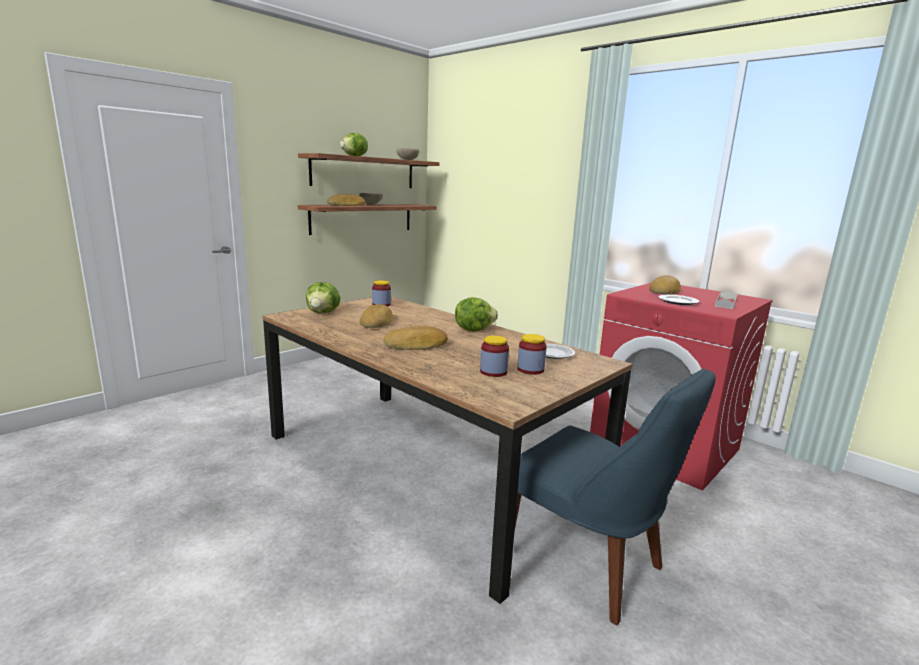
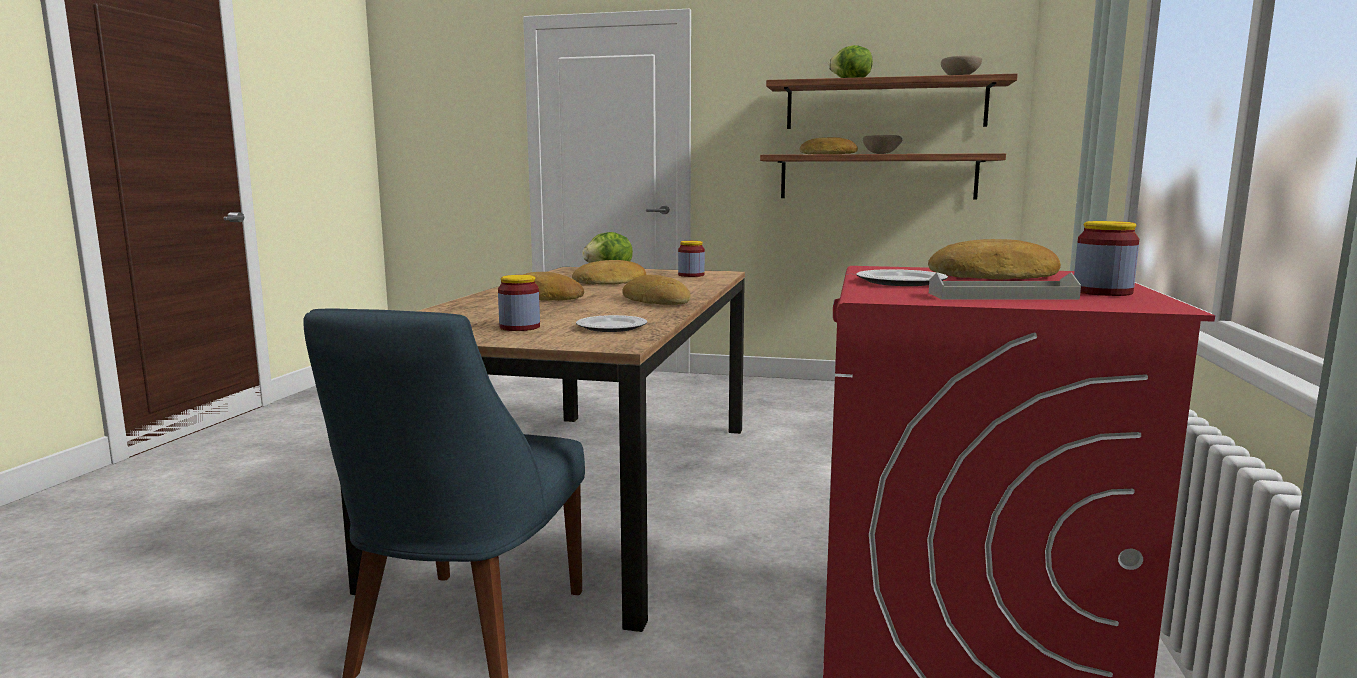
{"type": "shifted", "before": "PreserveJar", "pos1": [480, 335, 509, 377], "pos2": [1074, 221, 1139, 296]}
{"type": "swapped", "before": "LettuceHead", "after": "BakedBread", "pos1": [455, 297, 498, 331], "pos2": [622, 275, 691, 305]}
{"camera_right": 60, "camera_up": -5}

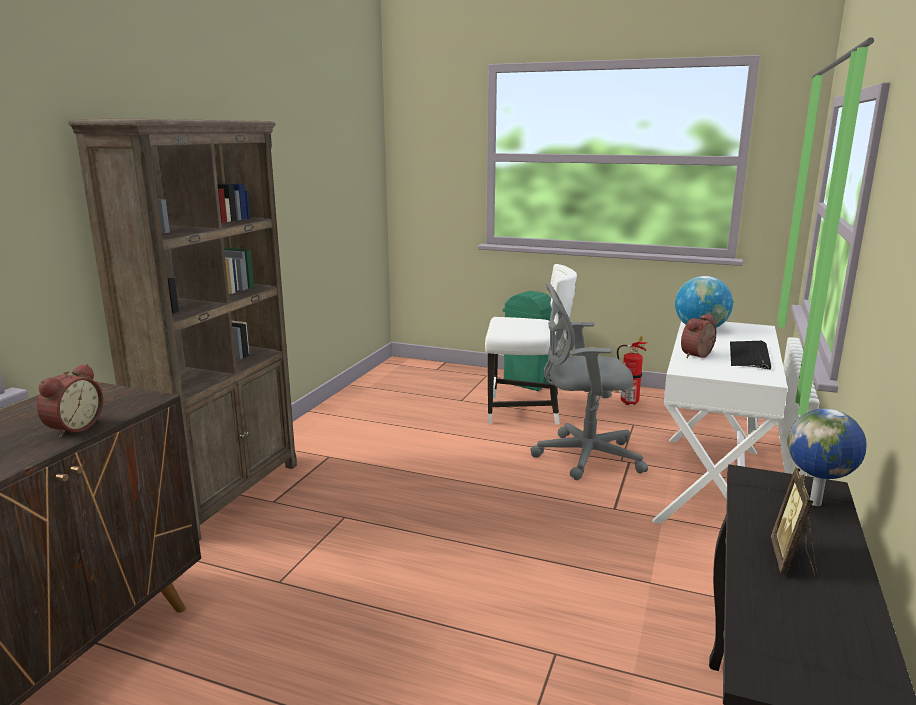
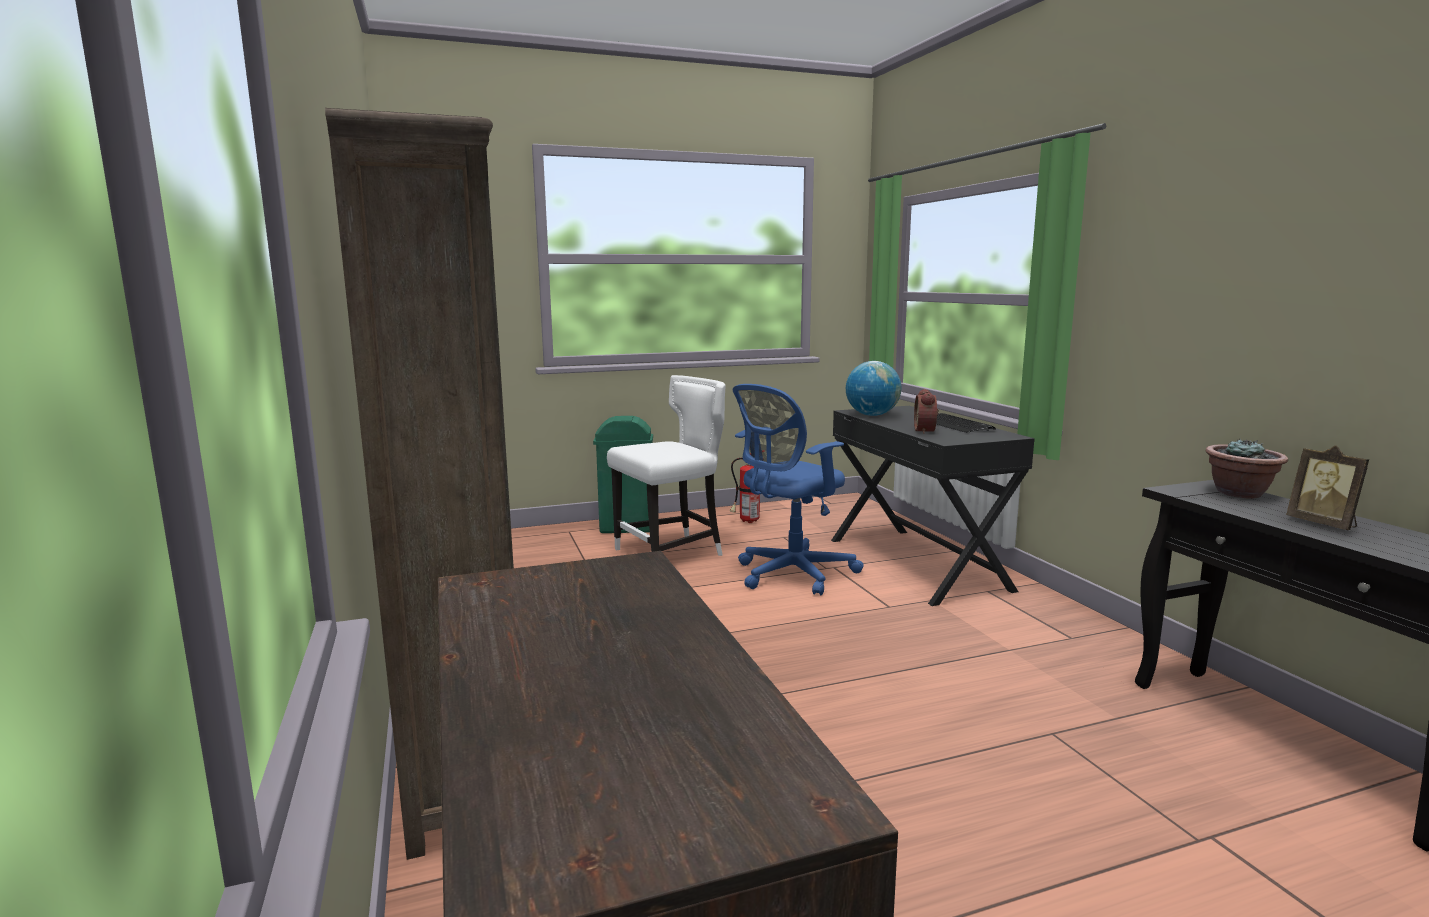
{"type": "gone", "before": "AlarmClock", "pos1": [37, 364, 103, 438]}
{"type": "swapped", "before": "DeskGlobe", "after": "PottedPlant", "pos1": [787, 409, 867, 506], "pos2": [1206, 439, 1288, 498]}
{"type": "repainted", "before": "GreyishDeskChair", "after": "BlueColouredDeskChair", "pos1": [530, 283, 648, 480], "pos2": [733, 384, 864, 595]}
{"type": "repainted", "before": "WhiteColouredDeskTable", "after": "BlackishDeskTable", "pos1": [652, 321, 788, 524], "pos2": [831, 406, 1035, 606]}
{"camera_right": -40, "camera_up": -5}

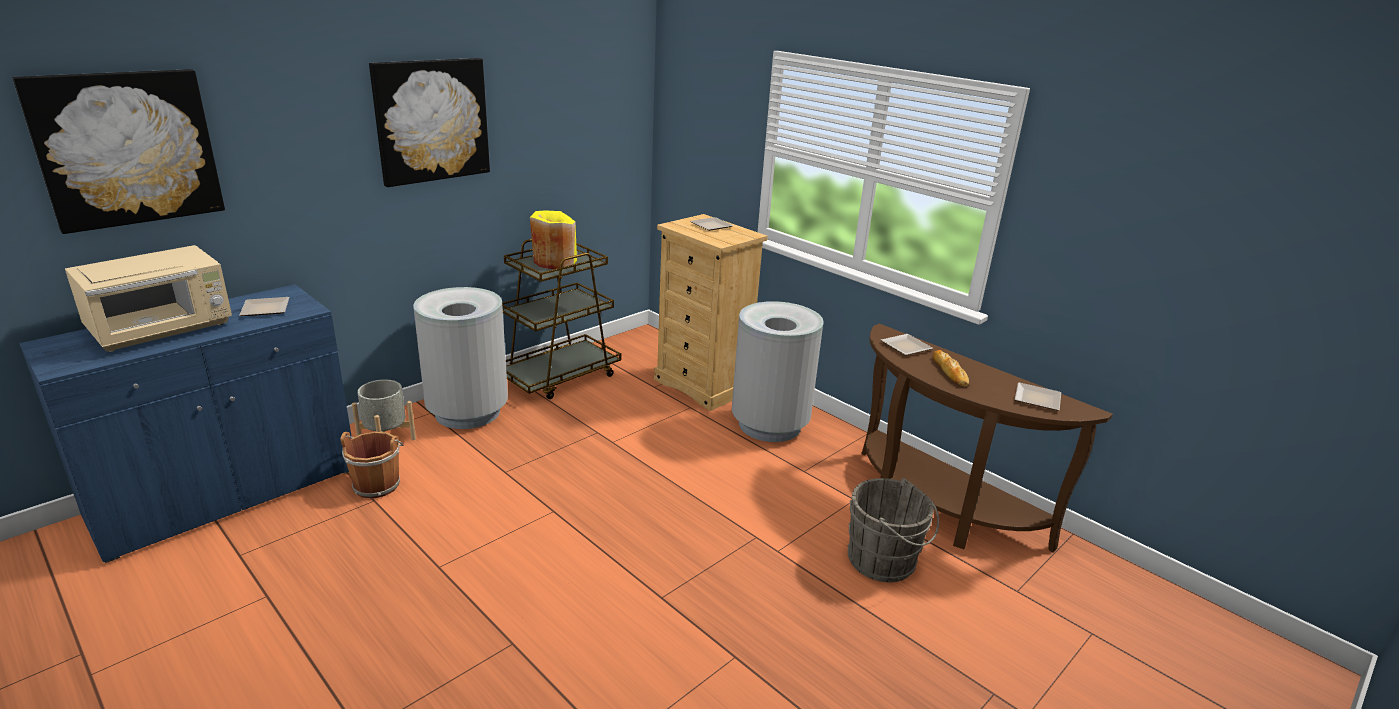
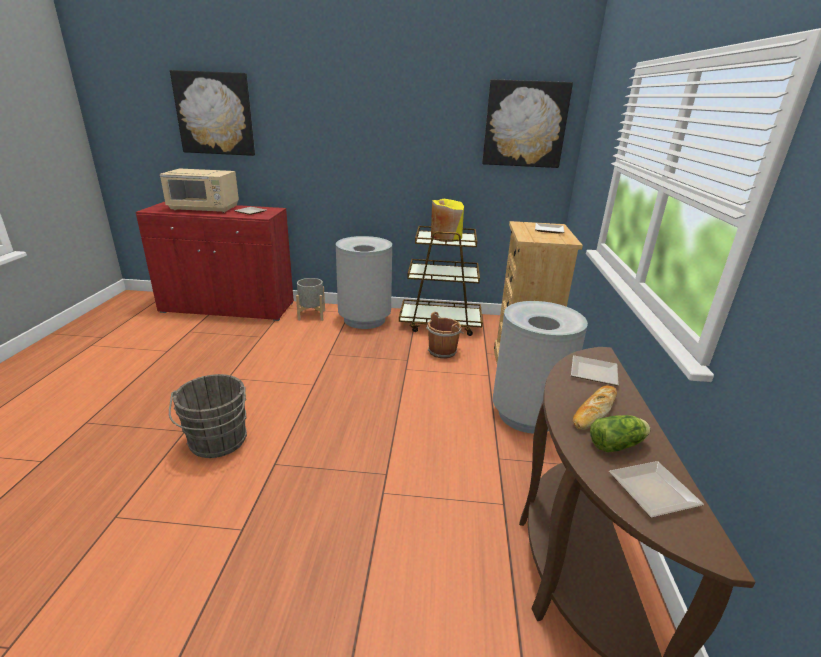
{"type": "new", "after": "LettuceHead", "pos2": [590, 415, 651, 452]}
{"type": "shifted", "before": "BrownColouredBucket", "pos1": [341, 432, 404, 499], "pos2": [426, 312, 464, 359]}
{"type": "shifted", "before": "WallArt", "pos1": [369, 58, 490, 187], "pos2": [482, 79, 573, 168]}
{"type": "shifted", "before": "GreyishBucket", "pos1": [848, 478, 939, 582], "pos2": [169, 374, 247, 458]}
{"type": "repainted", "before": "BlueColouredStorageCabinet", "after": "RedStorageCabinet", "pos1": [19, 284, 352, 563], "pos2": [136, 202, 294, 321]}
{"camera_right": 50, "camera_up": 0}

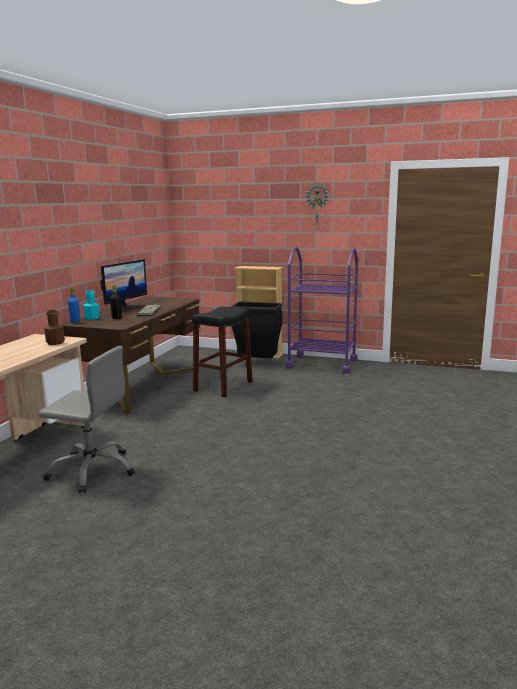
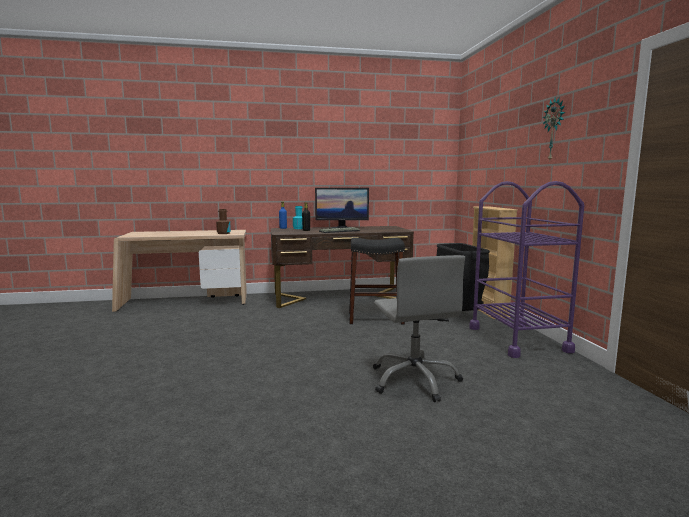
{"type": "shifted", "before": "GreyishDeskChair", "pos1": [38, 346, 135, 493], "pos2": [373, 255, 465, 402]}
{"camera_right": 60, "camera_up": -5}

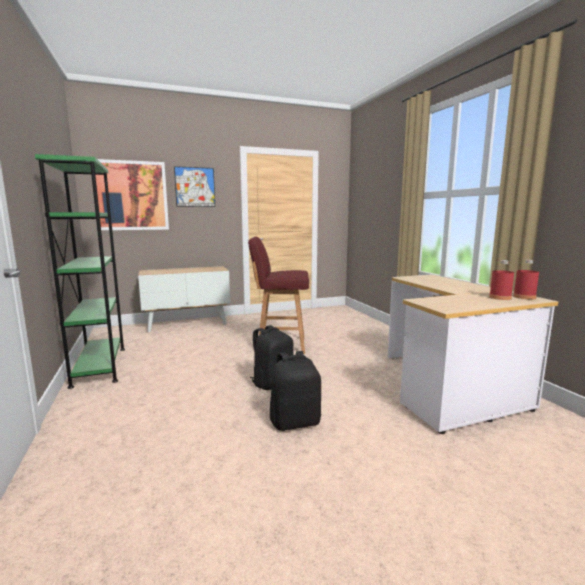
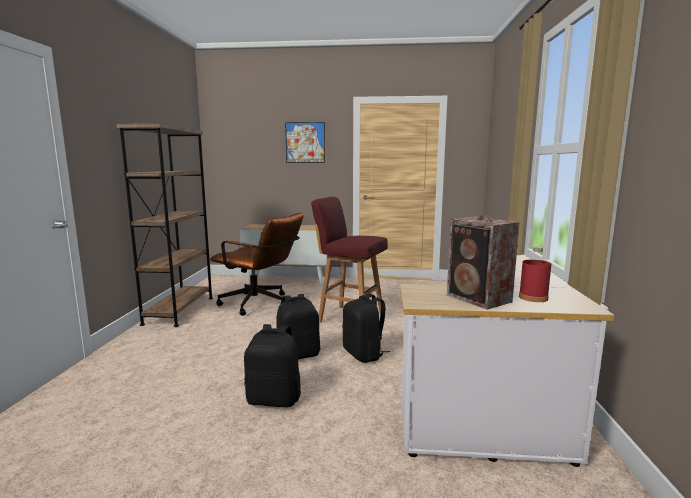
{"type": "gone", "before": "WallArt", "pos1": [95, 159, 169, 230]}
{"type": "gone", "before": "RedBottle", "pos1": [513, 260, 539, 299]}
{"type": "new", "after": "BrownColouredDeskChair", "pos2": [210, 213, 304, 316]}
{"type": "new", "after": "BlackishKnapsack", "pos2": [343, 293, 390, 363]}
{"type": "new", "after": "AudioSpeaker", "pos2": [447, 215, 519, 310]}
{"type": "repainted", "before": "GreenColouredBookcase", "after": "BrownColouredBookcase", "pos1": [35, 154, 125, 389], "pos2": [116, 124, 213, 327]}
{"camera_right": 25, "camera_up": 0}

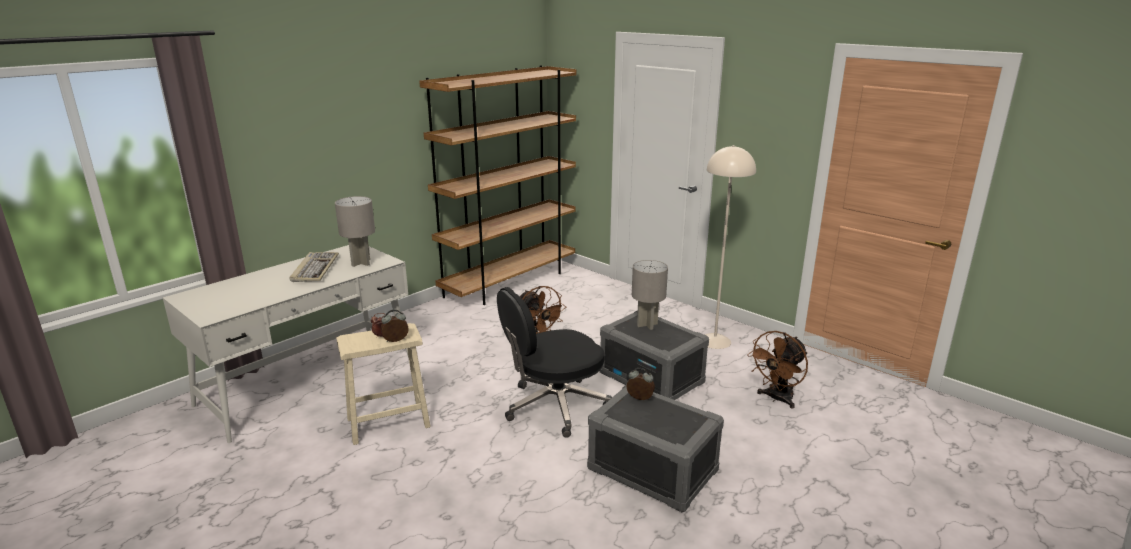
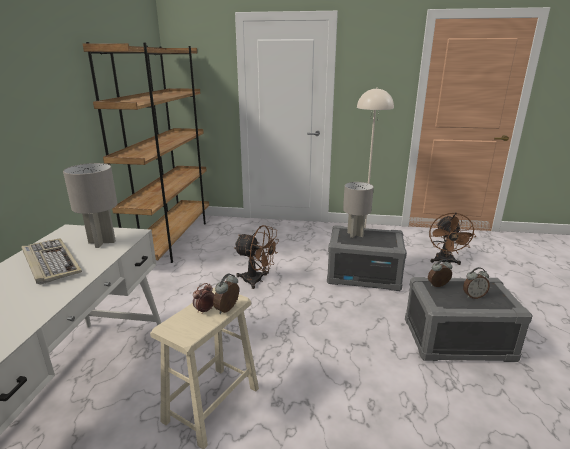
{"type": "gone", "before": "BlackishDeskChair", "pos1": [497, 287, 612, 438]}
{"type": "new", "after": "AlarmClock", "pos2": [463, 267, 490, 299]}
{"camera_right": -35, "camera_up": 0}

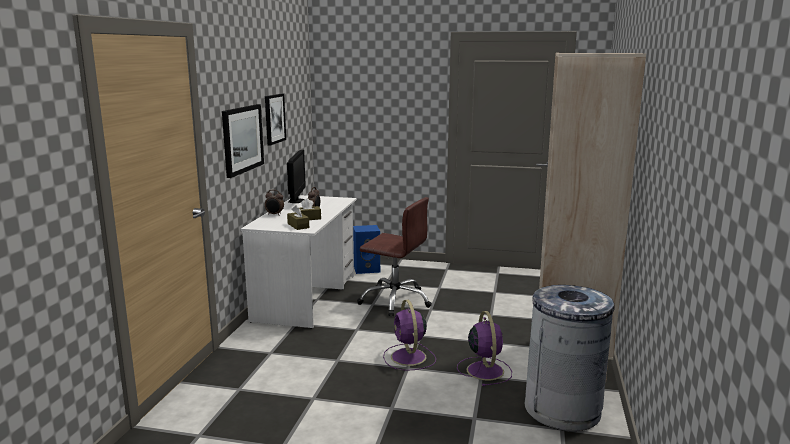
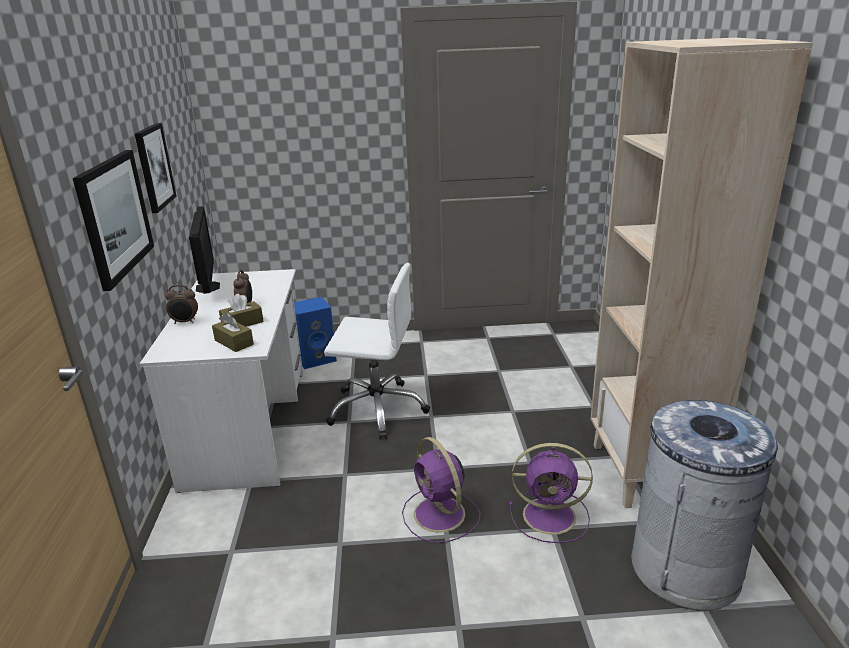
{"type": "repainted", "before": "BrownColouredDeskChair", "after": "WhiteColouredDeskChair", "pos1": [357, 197, 432, 316], "pos2": [324, 263, 430, 439]}
{"type": "rotated", "before": "PurpleColouredFan", "pos1": [457, 311, 512, 386], "pos2": [509, 443, 593, 543], "turn": 120}
{"camera_right": -15, "camera_up": 10}

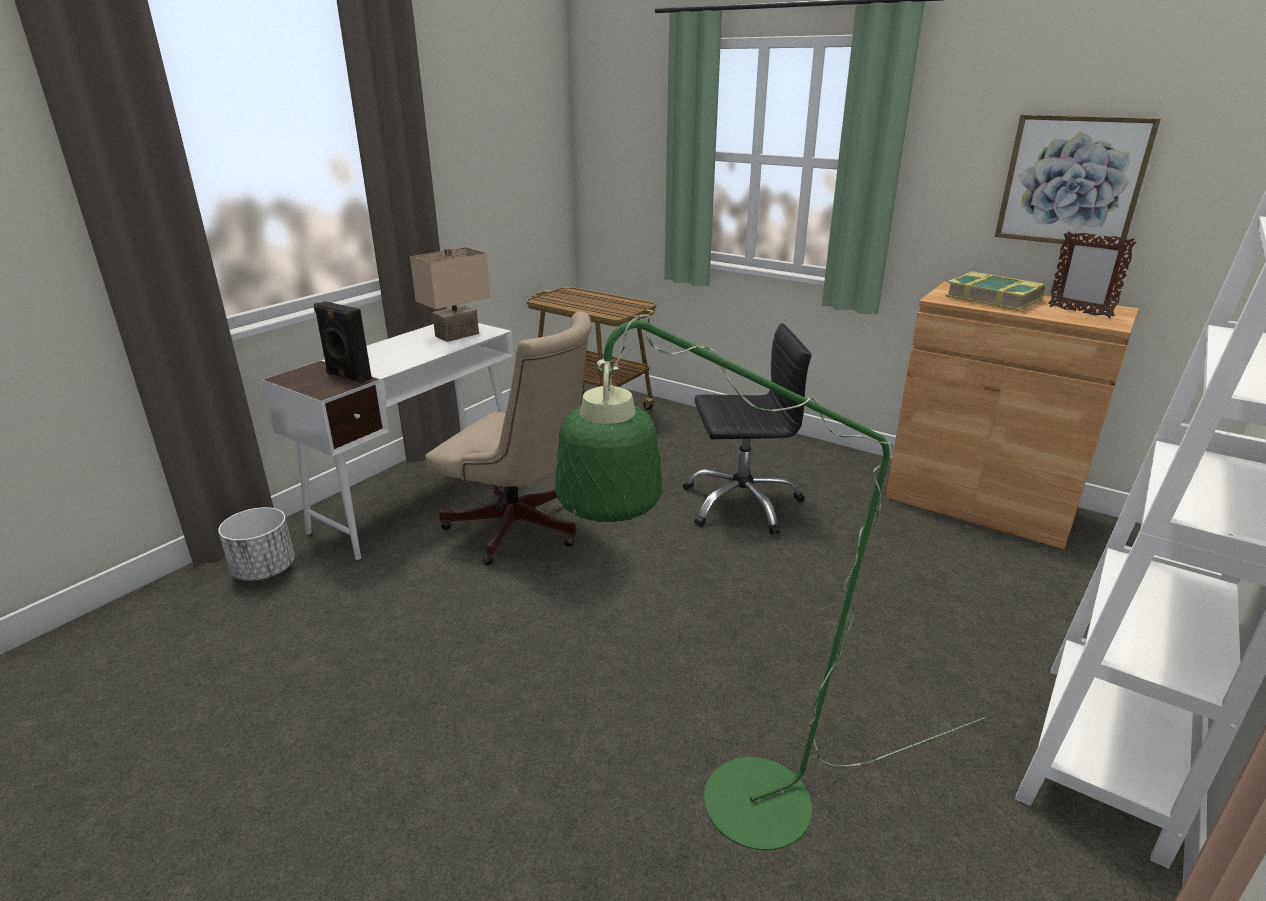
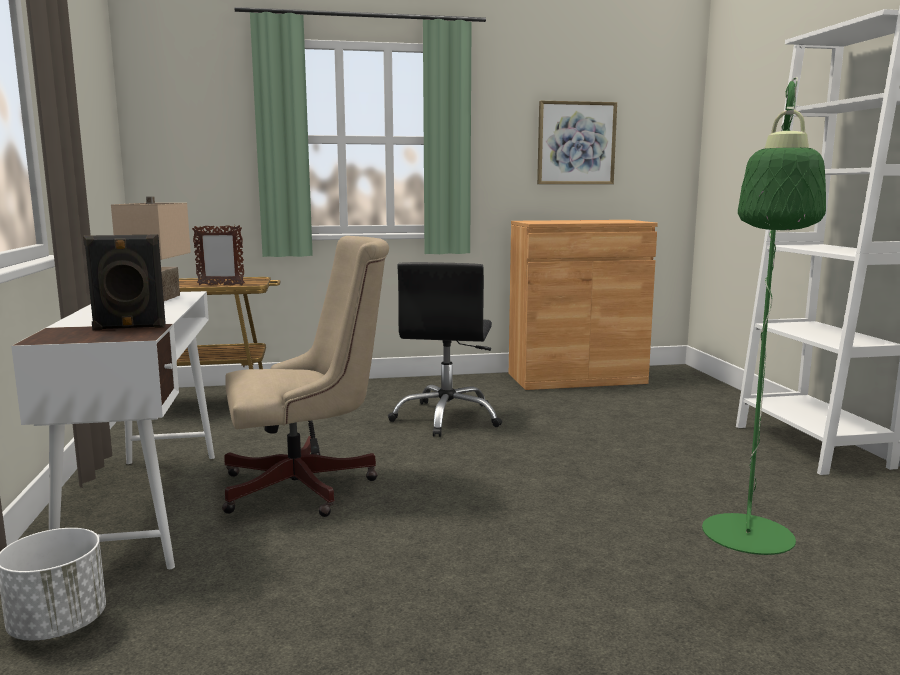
{"type": "gone", "before": "Book", "pos1": [945, 271, 1045, 311]}
{"type": "shifted", "before": "PhotoFrame", "pos1": [1048, 231, 1137, 318], "pos2": [192, 225, 245, 285]}
{"type": "rotated", "before": "BlackishDeskChair", "pos1": [683, 323, 812, 535], "pos2": [388, 262, 502, 437], "turn": 150}
{"camera_right": -45, "camera_up": -15}

